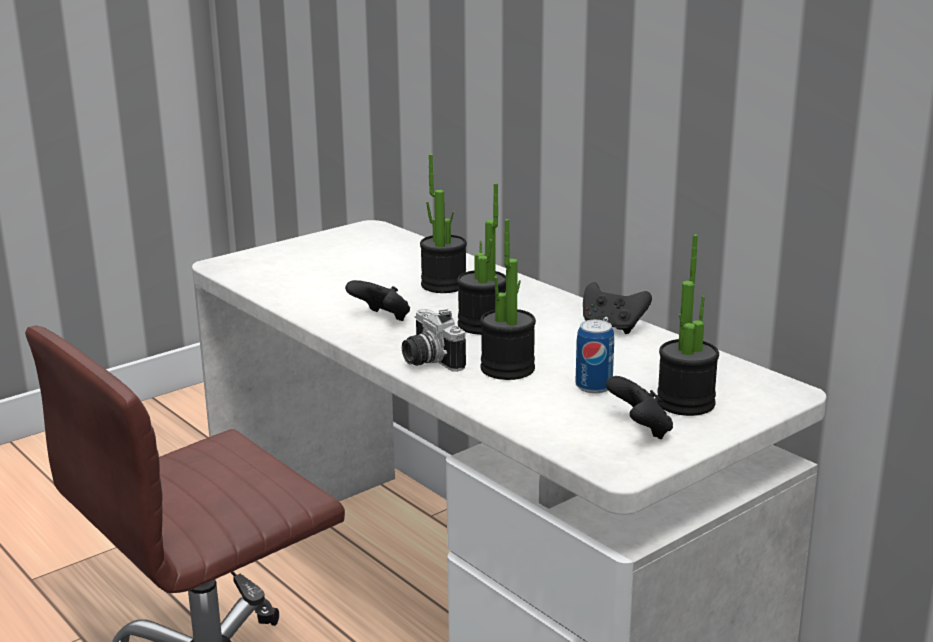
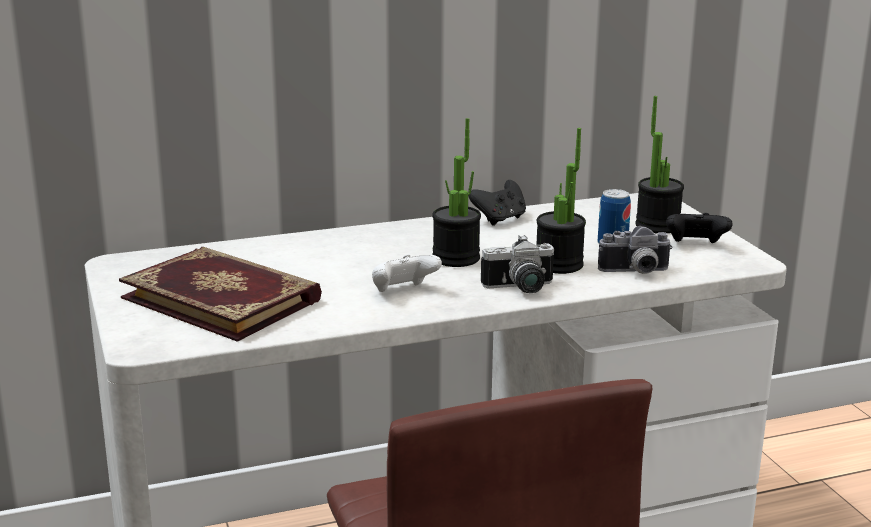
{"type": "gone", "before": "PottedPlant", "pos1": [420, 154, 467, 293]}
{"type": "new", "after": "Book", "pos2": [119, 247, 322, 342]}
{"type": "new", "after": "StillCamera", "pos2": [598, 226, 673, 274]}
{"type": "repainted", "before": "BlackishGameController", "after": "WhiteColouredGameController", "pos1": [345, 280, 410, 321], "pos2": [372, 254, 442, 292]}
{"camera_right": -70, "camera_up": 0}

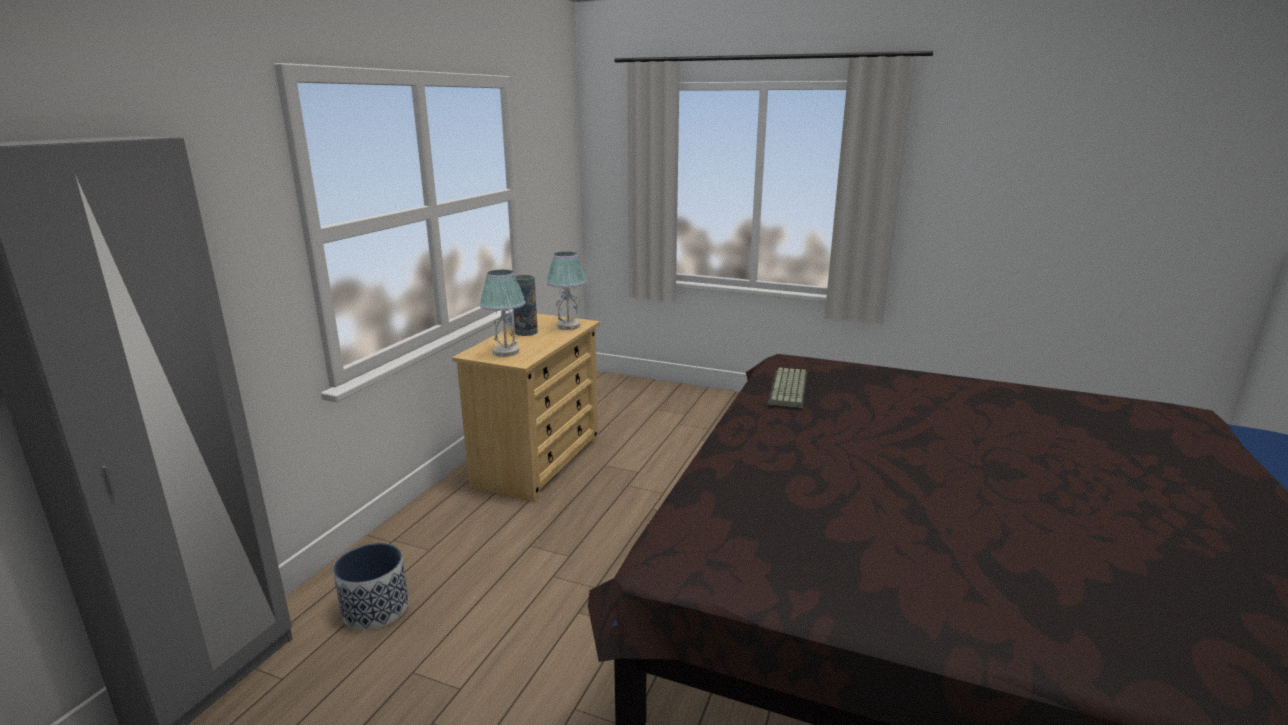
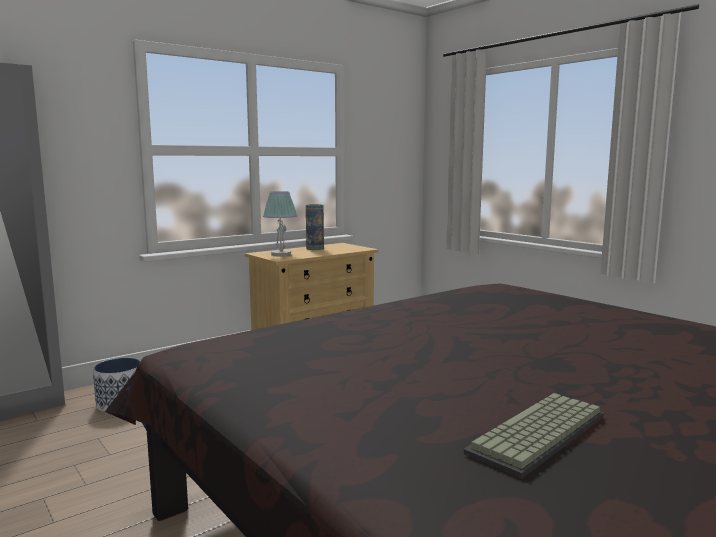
{"type": "gone", "before": "TableLamp", "pos1": [546, 252, 587, 330]}
{"type": "shifted", "before": "PcKeyboard", "pos1": [767, 367, 807, 410], "pos2": [463, 393, 604, 479]}
{"camera_right": 30, "camera_up": -10}

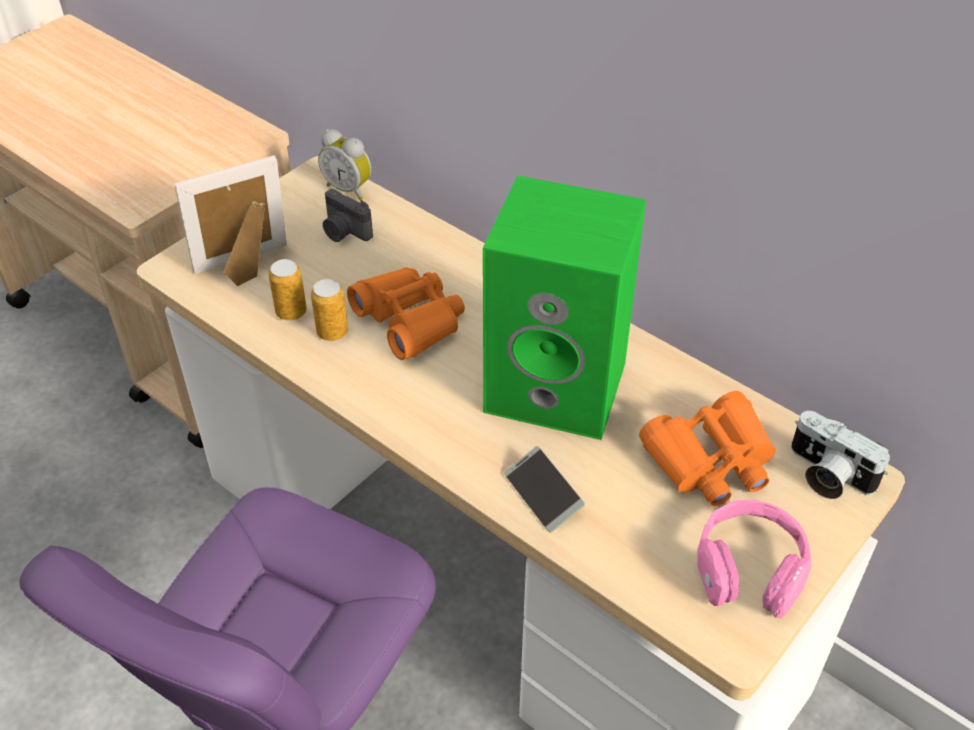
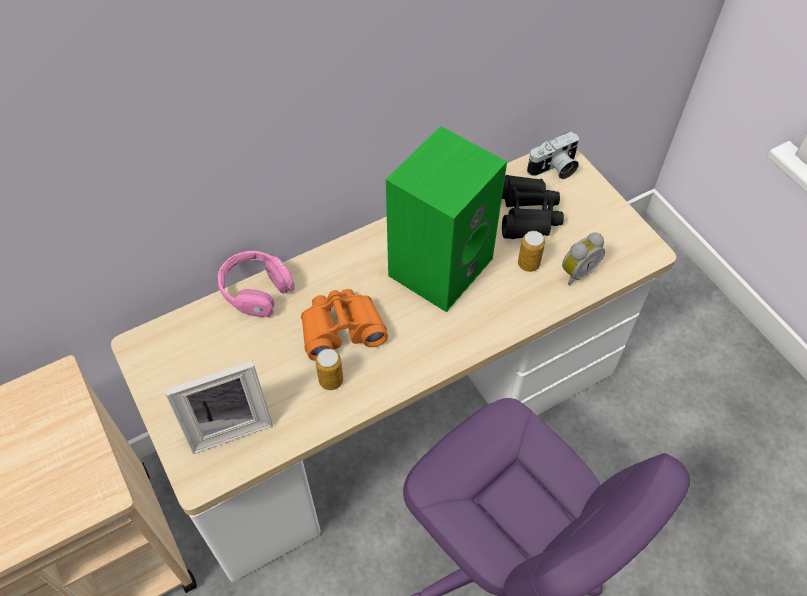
{"type": "gone", "before": "StillCamera", "pos1": [323, 189, 373, 242]}
{"type": "gone", "before": "Telephone", "pos1": [504, 446, 585, 533]}
{"type": "shifted", "before": "MetalCan", "pos1": [268, 259, 307, 320], "pos2": [518, 231, 545, 272]}
{"type": "shifted", "before": "AlarmClock", "pos1": [318, 129, 371, 200], "pos2": [562, 232, 605, 285]}
{"type": "shifted", "before": "PinkColouredHeadset", "pos1": [697, 500, 812, 619], "pos2": [218, 251, 295, 317]}
{"type": "repainted", "before": "OrangeyPairOfBinoculars", "after": "BlackishPairOfBinoculars", "pos1": [639, 391, 776, 506], "pos2": [502, 175, 564, 239]}
{"type": "rotated", "before": "PhotoFrame", "pos1": [174, 155, 287, 286], "pos2": [164, 360, 273, 454], "turn": -105}
{"camera_right": -70, "camera_up": 10}

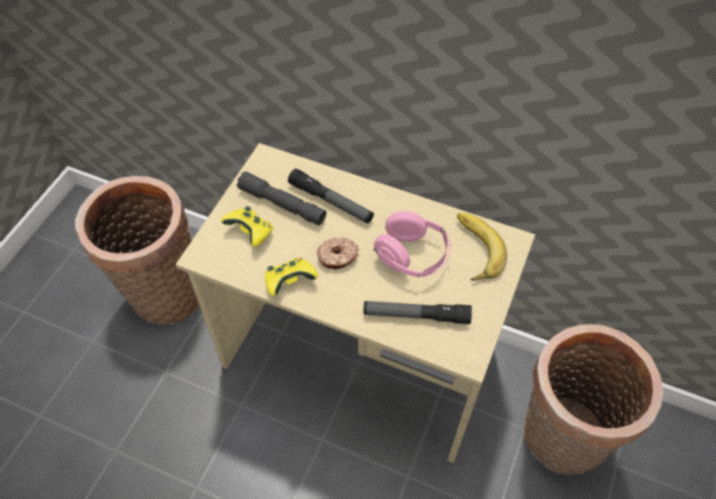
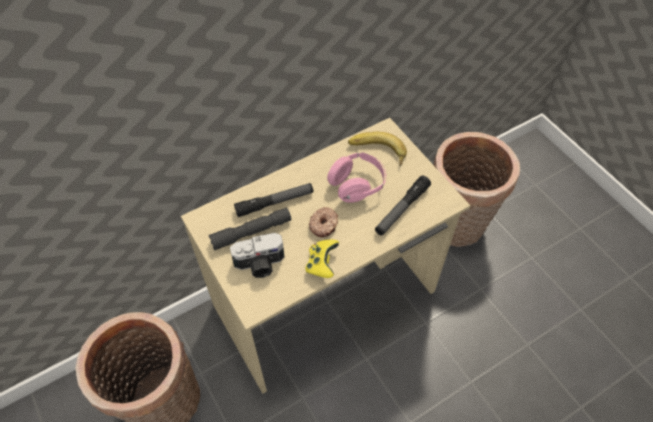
{"type": "swapped", "before": "YellowishGameController", "after": "StillCamera", "pos1": [221, 206, 273, 246], "pos2": [230, 233, 285, 278]}
{"camera_right": -55, "camera_up": 0}

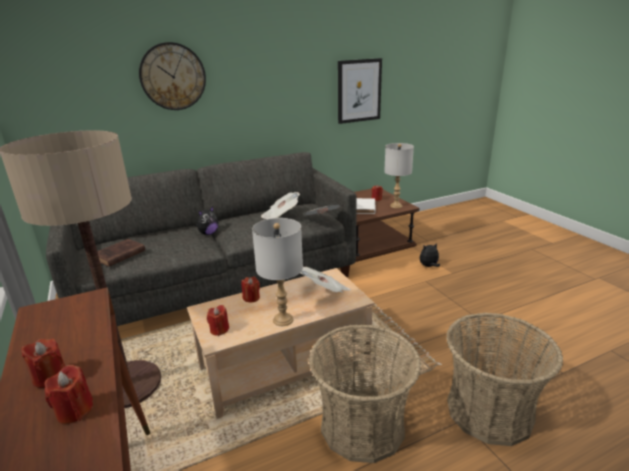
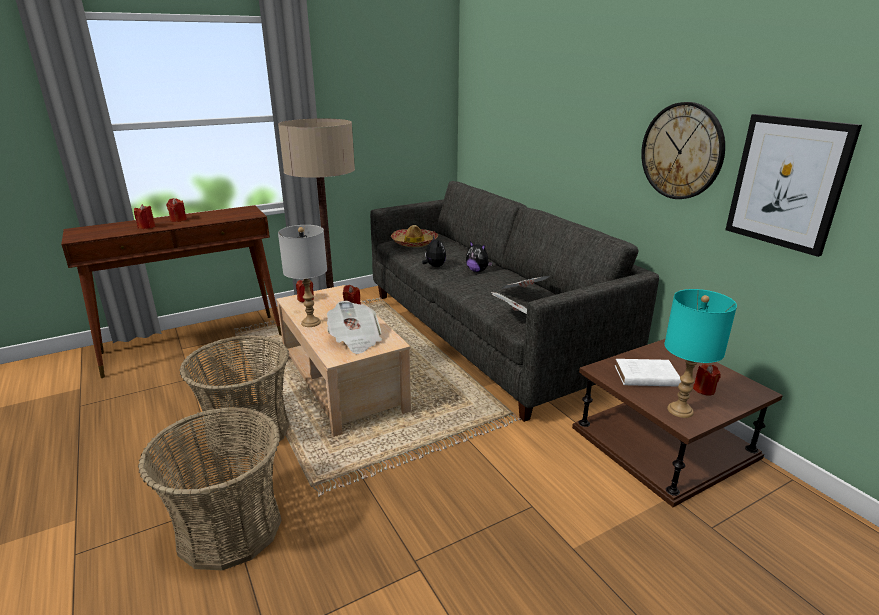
{"type": "shifted", "before": "ClockOnTheWall", "pos1": [139, 42, 206, 110], "pos2": [641, 102, 725, 199]}
{"type": "shifted", "before": "PlushToy", "pos1": [420, 243, 440, 267], "pos2": [422, 236, 446, 267]}
{"type": "swapped", "before": "BrownColouredBook", "after": "Hat", "pos1": [97, 239, 145, 267], "pos2": [391, 225, 438, 247]}
{"type": "repainted", "before": "GreyishTableLamp", "after": "TurquoiseColouredTableLamp", "pos1": [384, 143, 414, 208], "pos2": [664, 289, 737, 418]}
{"camera_right": 85, "camera_up": 0}

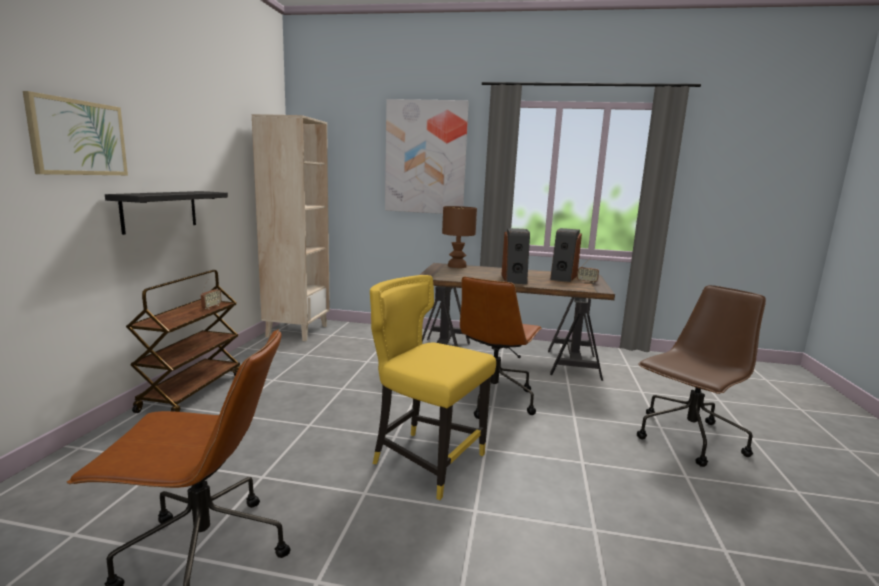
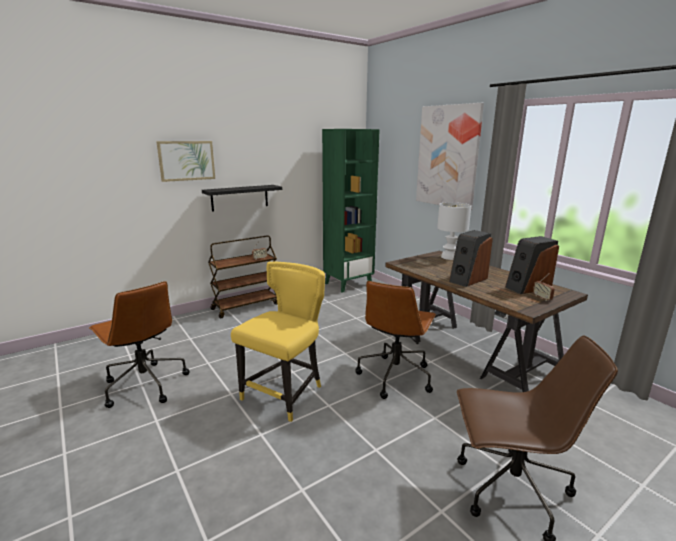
{"type": "repainted", "before": "BeigeBookcase", "after": "GreenColouredBookcase", "pos1": [252, 114, 330, 341], "pos2": [322, 129, 380, 293]}
{"type": "repainted", "before": "BrownColouredTableLamp", "after": "WhiteColouredTableLamp", "pos1": [442, 206, 477, 268], "pos2": [437, 202, 471, 260]}
{"type": "rotated", "before": "YellowishChair", "pos1": [370, 275, 496, 500], "pos2": [231, 262, 325, 422], "turn": 45}
{"type": "rotated", "before": "BrownColouredDeskChair", "pos1": [460, 277, 542, 419], "pos2": [355, 281, 436, 399], "turn": -45}
{"camera_right": 45, "camera_up": 5}

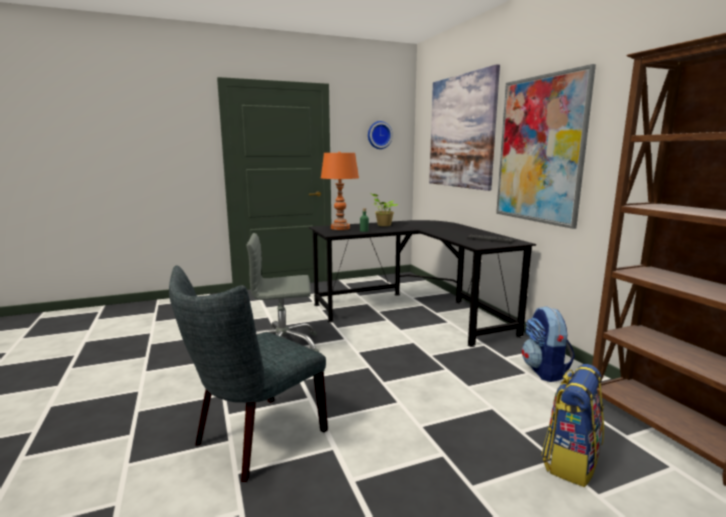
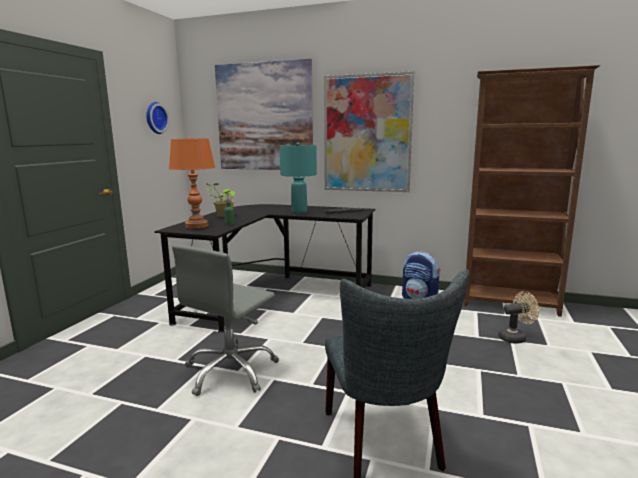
{"type": "new", "after": "TurquoiseColouredTableLamp", "pos2": [280, 142, 317, 214]}
{"type": "swapped", "before": "Knapsack", "after": "BeigeFan", "pos1": [541, 364, 604, 487], "pos2": [498, 291, 539, 344]}
{"camera_right": -50, "camera_up": 0}

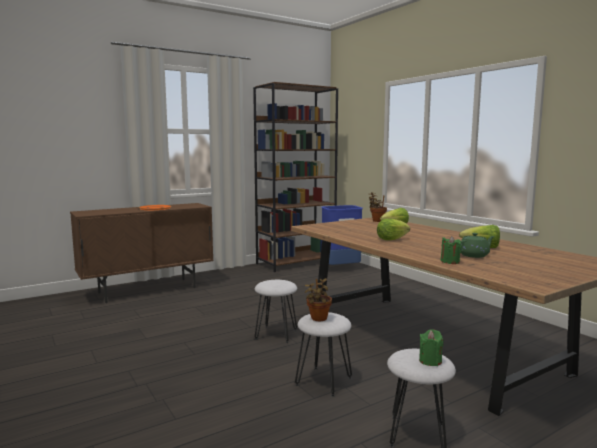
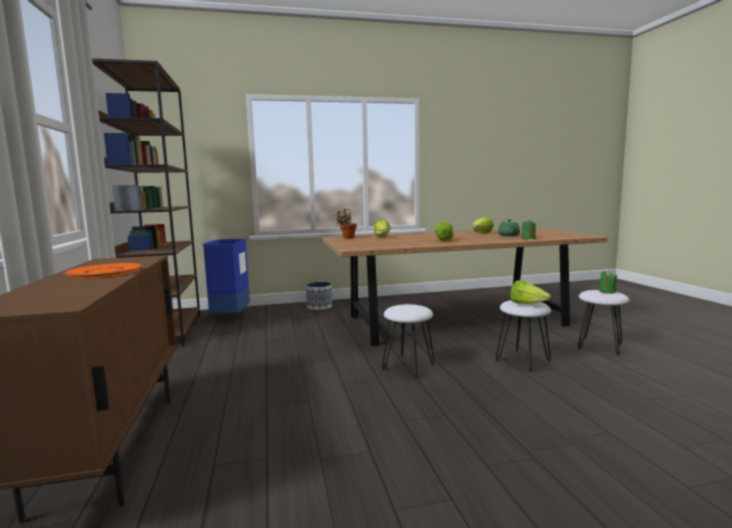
{"type": "new", "after": "FlowerPot", "pos2": [306, 282, 332, 310]}
{"type": "swapped", "before": "PottedPlant", "after": "LettuceHead", "pos1": [305, 278, 332, 321], "pos2": [510, 280, 551, 304]}
{"camera_right": -70, "camera_up": 0}

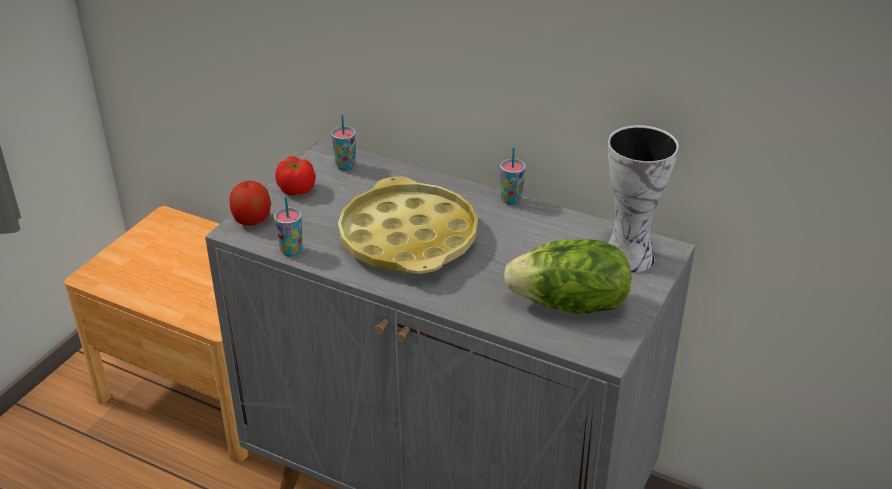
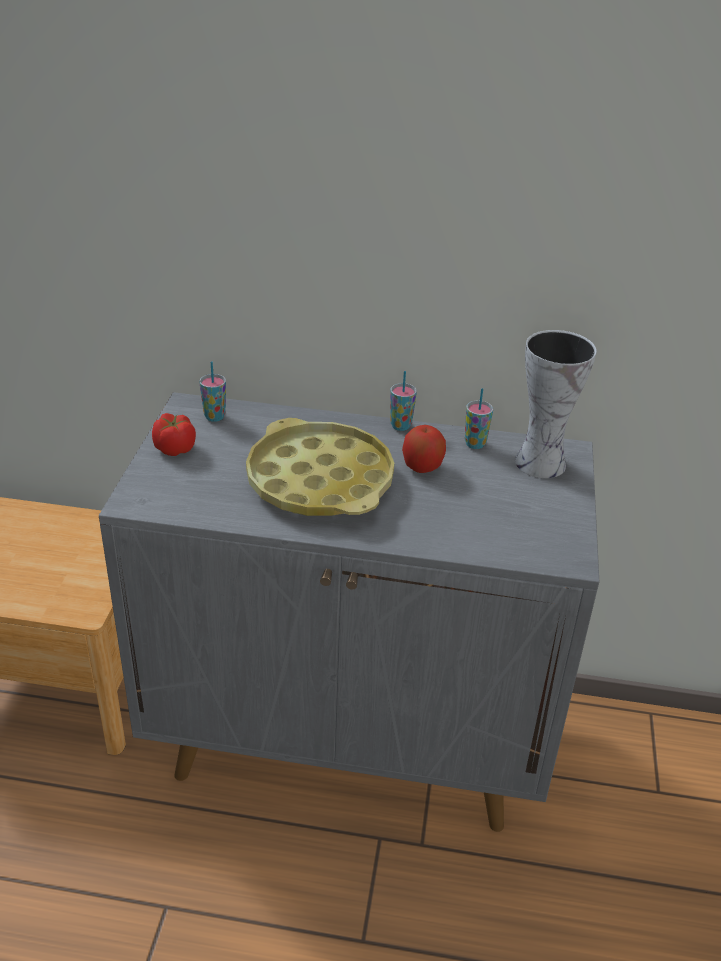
{"type": "gone", "before": "LettuceHead", "pos1": [504, 239, 631, 314]}
{"type": "shifted", "before": "AppleFruit", "pos1": [230, 181, 271, 226], "pos2": [402, 425, 446, 473]}
{"type": "shifted", "before": "SmallCup", "pos1": [274, 196, 302, 257], "pos2": [465, 388, 493, 449]}
{"camera_right": -20, "camera_up": 0}

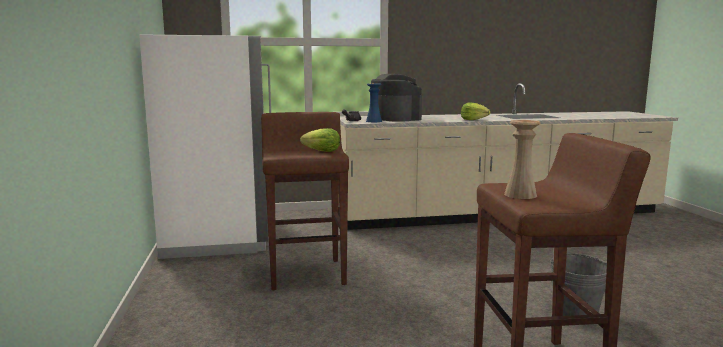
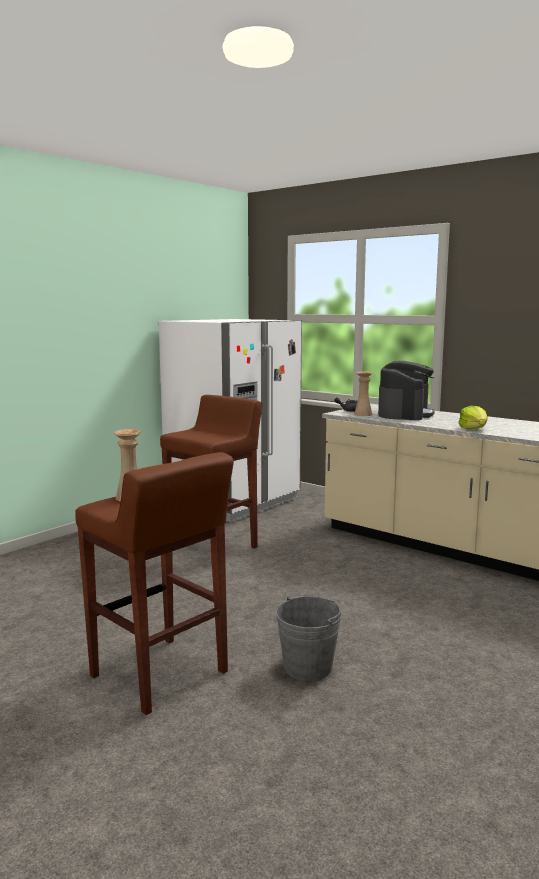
{"type": "gone", "before": "LettuceHead", "pos1": [300, 128, 340, 152]}
{"type": "repainted", "before": "BlueColouredDecorativeVase", "after": "BeigeDecorativeVase", "pos1": [366, 84, 382, 122], "pos2": [354, 372, 373, 416]}
{"camera_right": 50, "camera_up": 0}

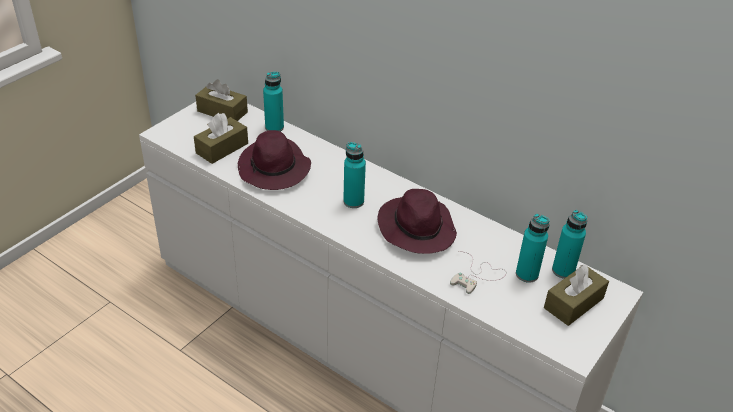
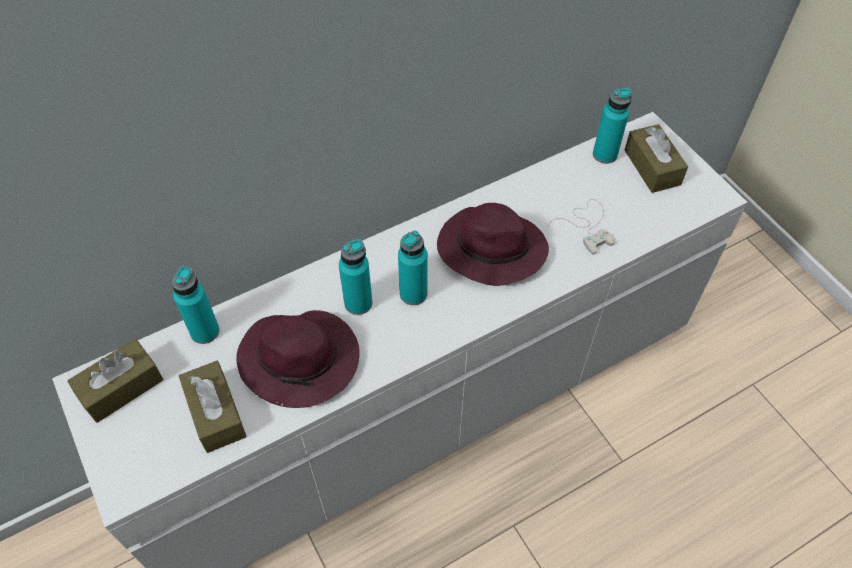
{"type": "shifted", "before": "TurquoiseColouredBottle", "pos1": [516, 214, 550, 283], "pos2": [339, 239, 372, 315]}
{"camera_right": -65, "camera_up": 15}

